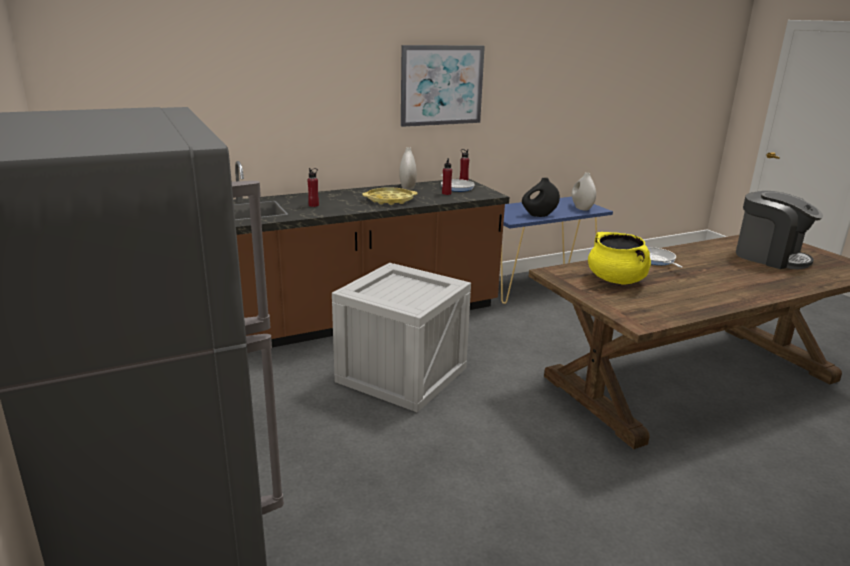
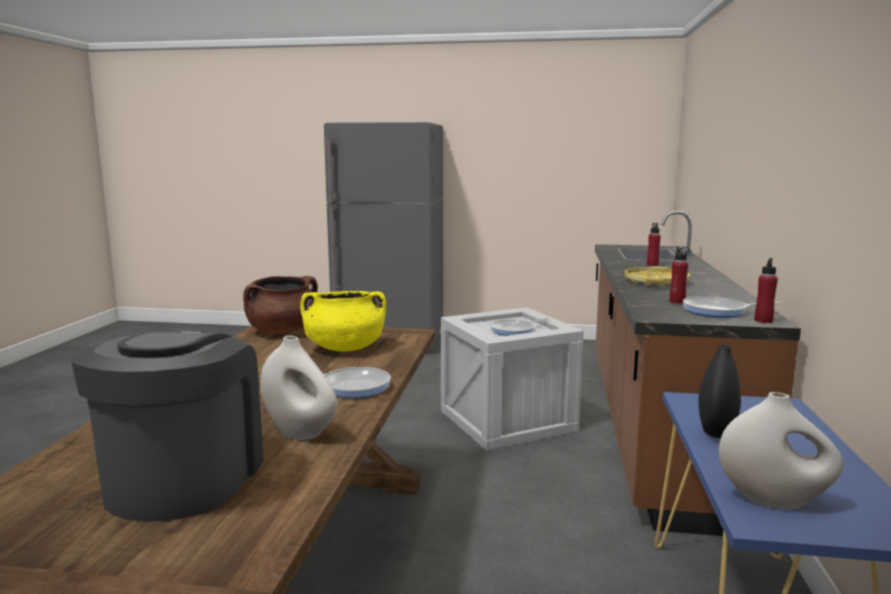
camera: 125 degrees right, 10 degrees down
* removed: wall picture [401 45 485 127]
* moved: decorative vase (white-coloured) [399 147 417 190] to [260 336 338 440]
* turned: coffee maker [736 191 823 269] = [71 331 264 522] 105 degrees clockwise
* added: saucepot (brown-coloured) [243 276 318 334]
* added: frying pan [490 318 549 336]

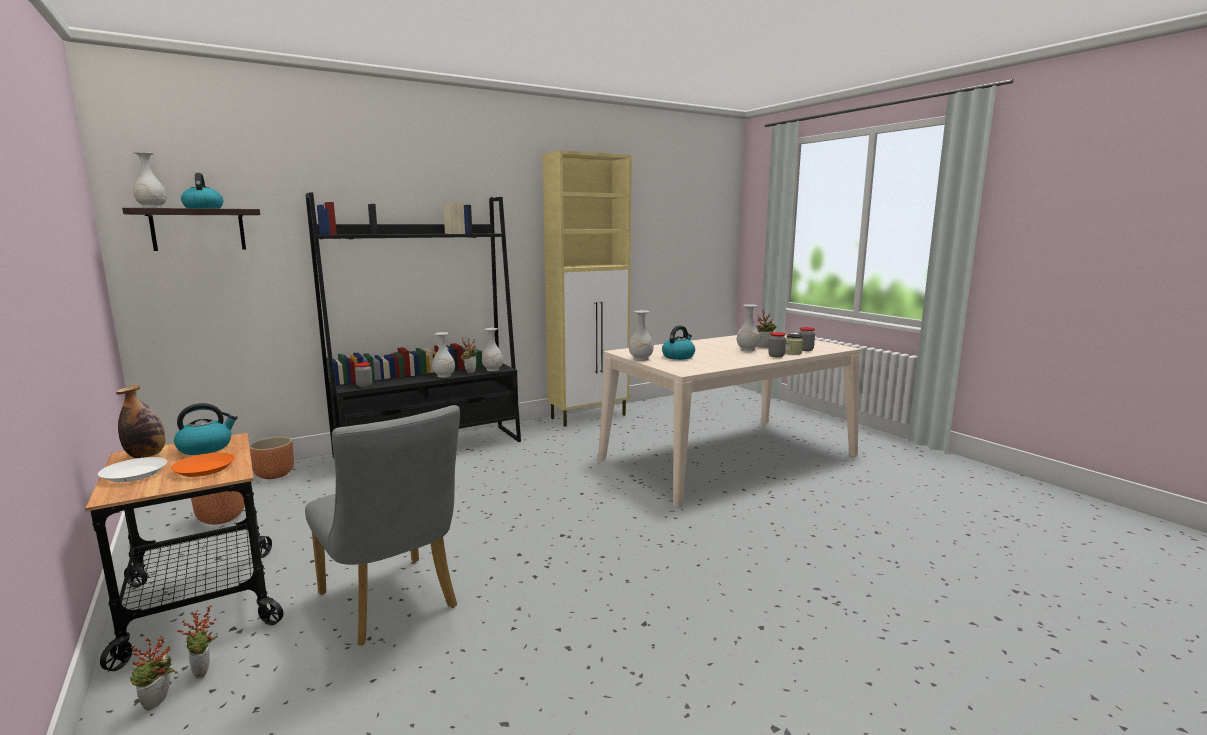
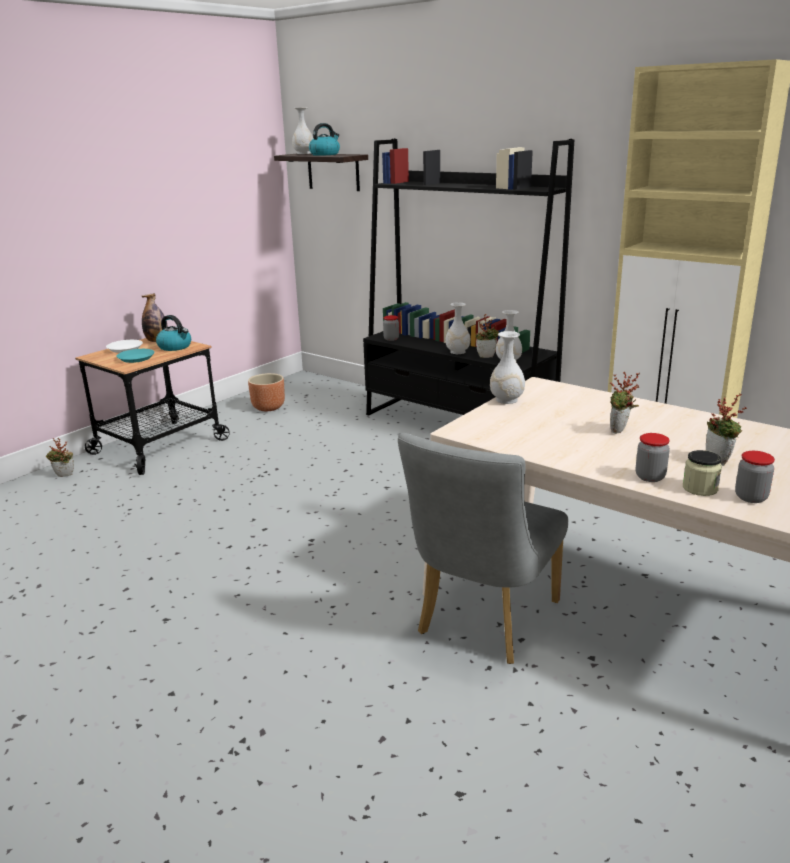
camera: 70 degrees right, 10 degrees up
* removed: decorative vase (white-coloured) [737 304 760 351]
* removed: water kettle [662 325 695 360]
* moved: plain chair (greyish) [305 405 460 645] to [398 433 569 664]
* removed: plant pot (brown-coloured) [249 436 294 479]
* recoloured: plate (orange) [171 453 235 477] to plate (blue-green) [116 349 155 363]
* moved: plant in a pot [177 606 218 679] to [610 371 640 434]

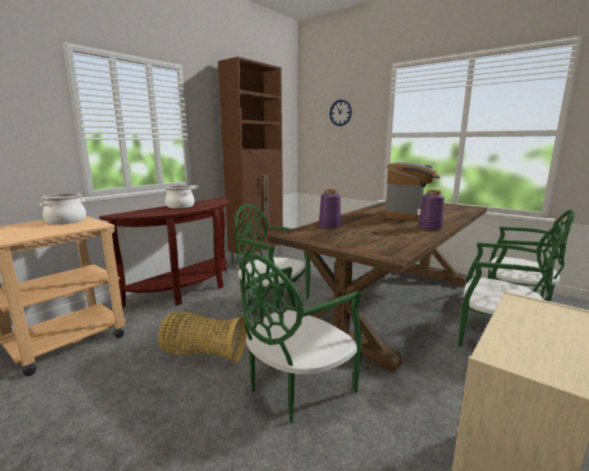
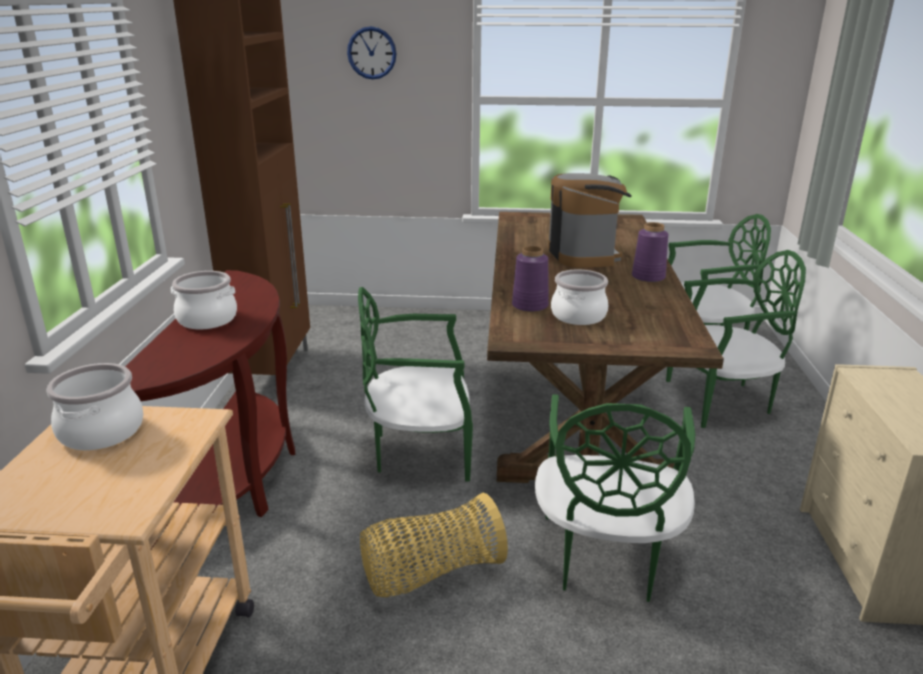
camera: 35 degrees left, 10 degrees up
* added: saucepot [551 270 608 325]

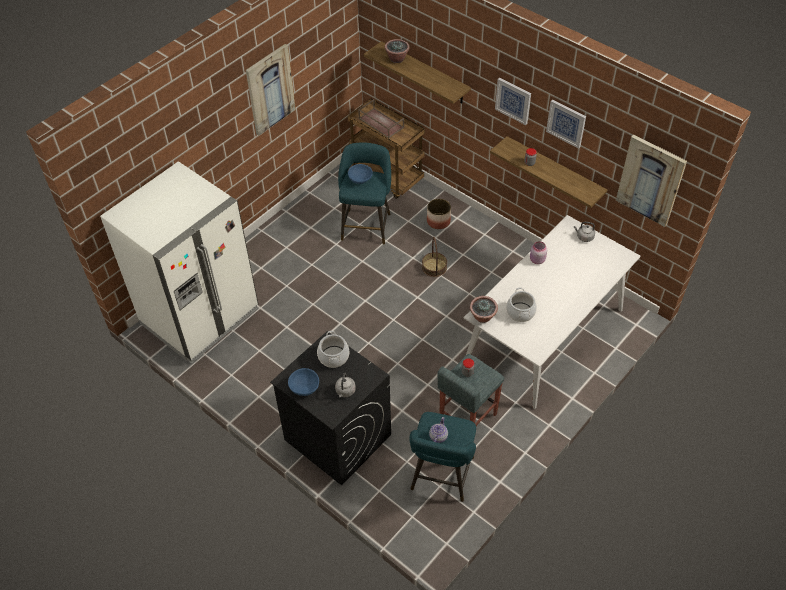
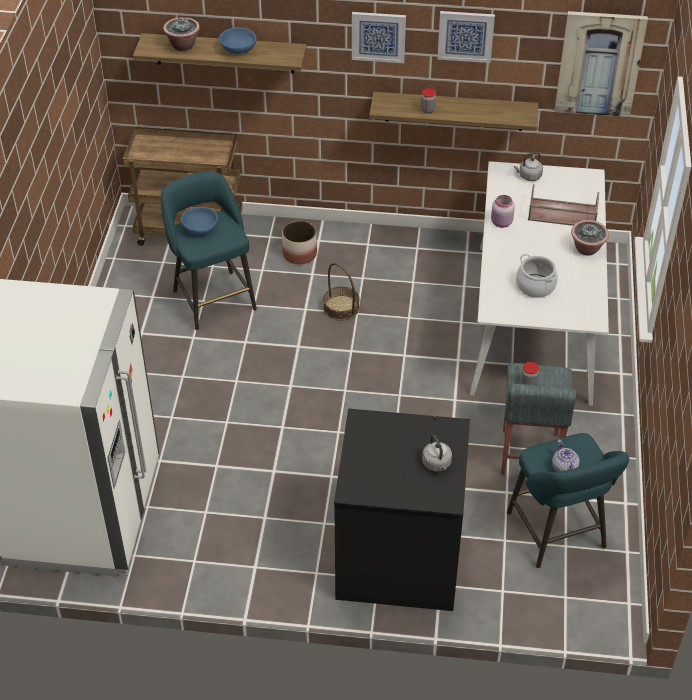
camera: 35 degrees left, 5 degrees down
* removed: wall picture [246 44 296 136]
* moved: carrying tray (brown-coloured) [358 99 404 138] to [528 184 599 226]
* moved: plant in a pot [470 296 498 323] to [571 220 609 256]
* removed: saucepot [317 331 349 368]
* moved: deep dish (bluish) [288 368 319 396] to [219 27 257 54]

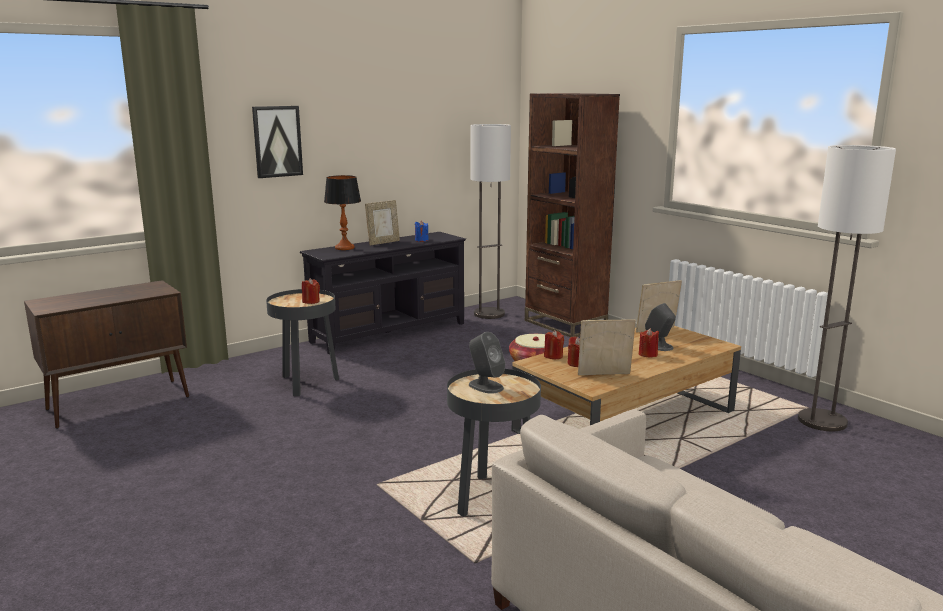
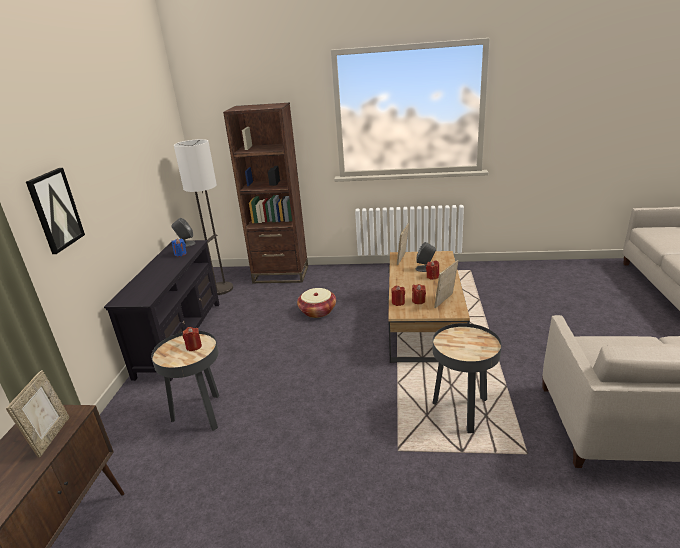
camera: 45 degrees left, 10 degrees up
* removed: standing lamp [798 145 896 431]
* removed: tabletop lamp [324 175 361 250]
* moved: standing frame [365 200 400 245] to [6 370 70 458]
* moved: audio speaker (greyish) [469 332 505 394] to [172 218 195 247]

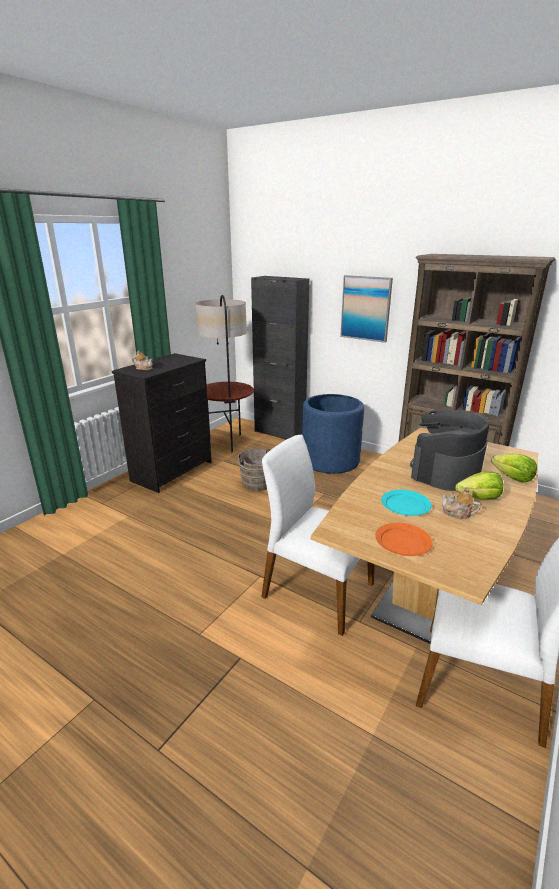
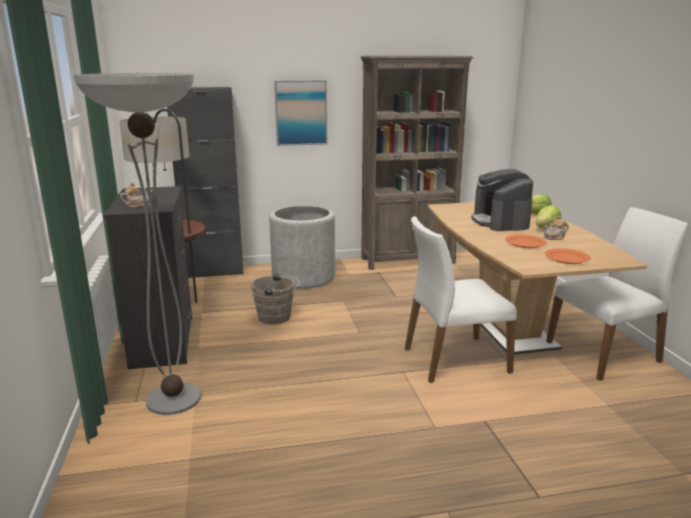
camera: 45 degrees left, 5 degrees down
* recoloured: plant pot (bluish) [302 394 364 474] to plant pot (greyish) [269 206 335 289]
* recoloured: plate (blue-green) [381 490 432 516] to plate (orange) [505 235 547 248]
* added: standing lamp [73 73 201 415]

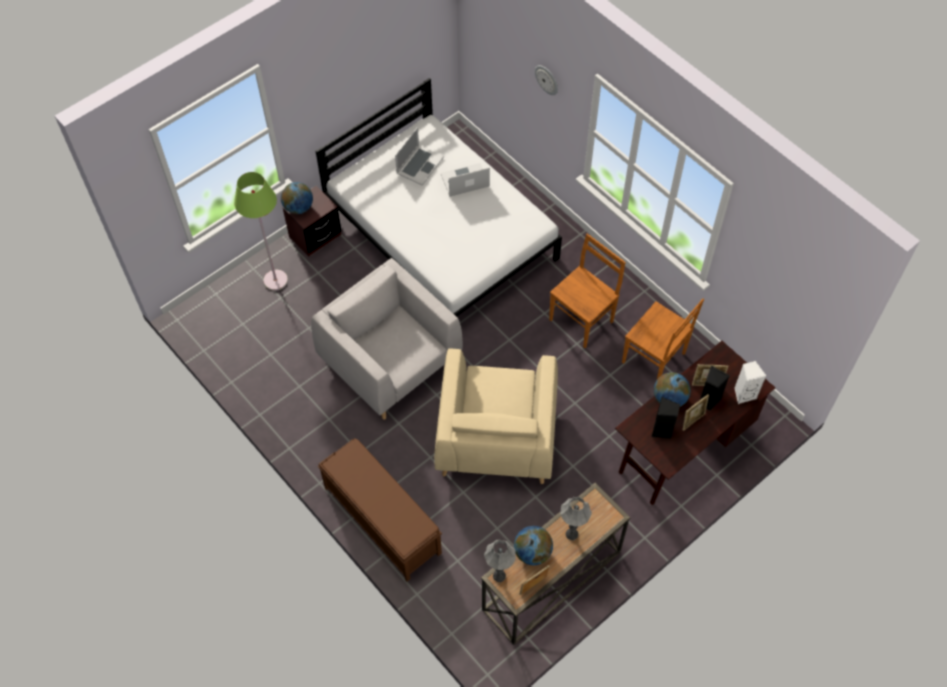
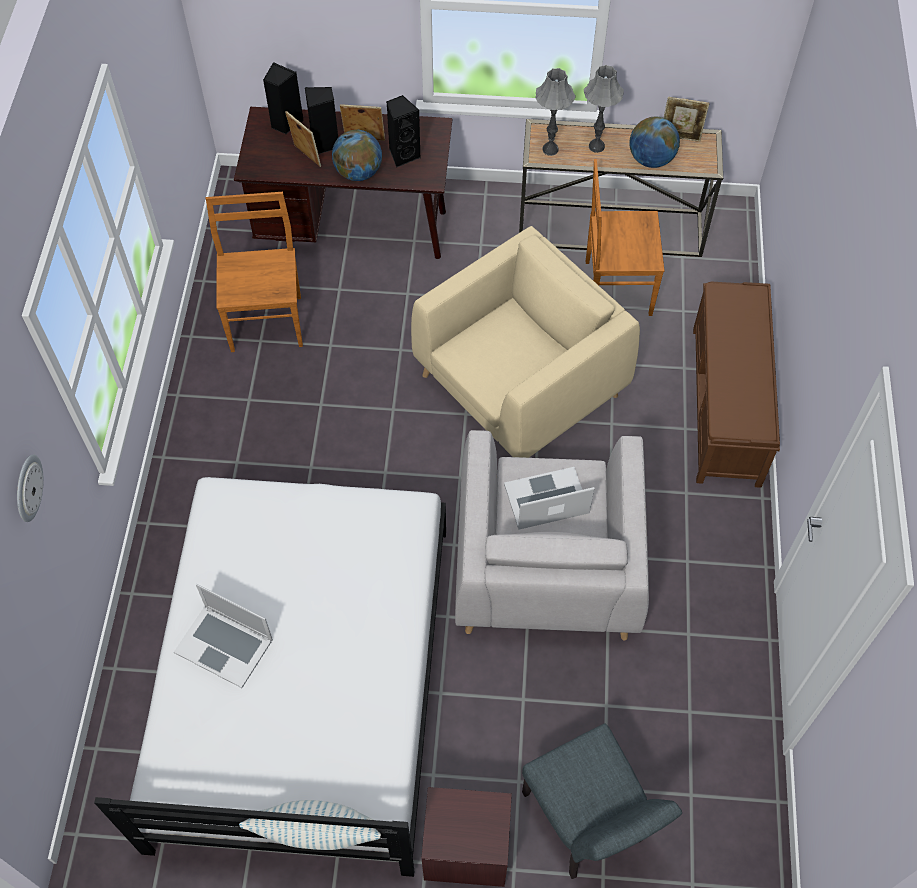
camera: 135 degrees left, 0 degrees up
* moved: laptop [395 127 444 186] to [504 467 594 530]
* replaced: standing lamp (green) [234 172 288 291] to plain chair (greyish) [522 724 682 879]
* removed: world globe [281 182 313 214]
* moved: plain chair (brown-coloured) [549 234 626 348] to [586 159 665 316]
* recoloured: audio speaker (white-coloured) [734 361 766 404] to audio speaker (black) [263 62 304 134]
* moved: tabletop lamp (greyish) [484 540 516 582] to [536 68 576 156]
* added: throw pillow [239 800 381 850]

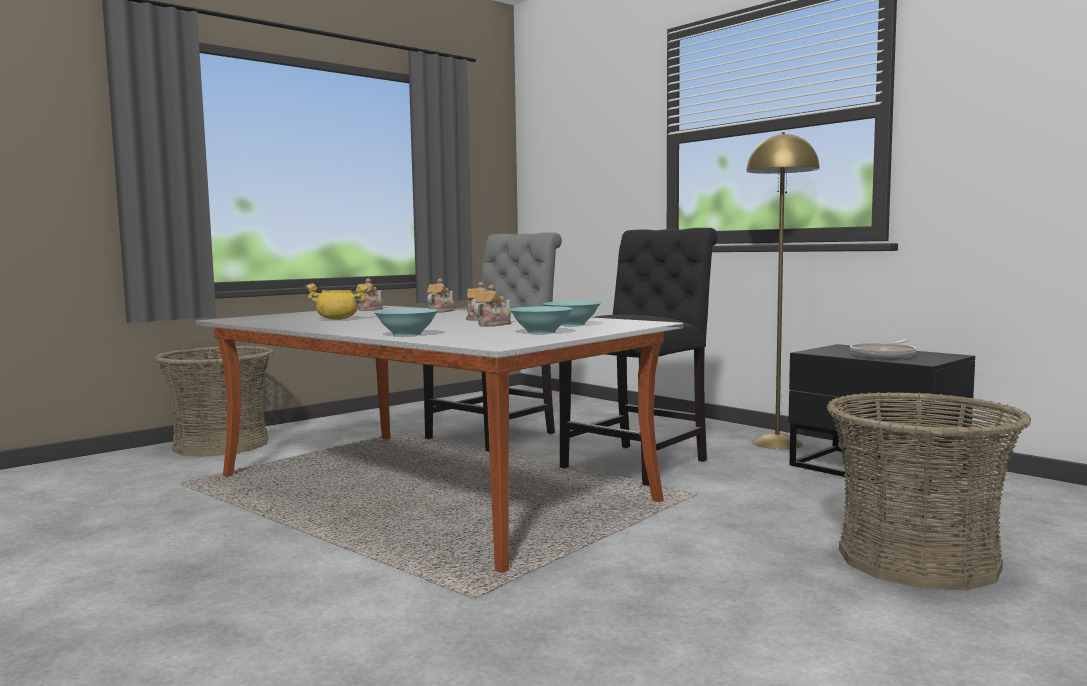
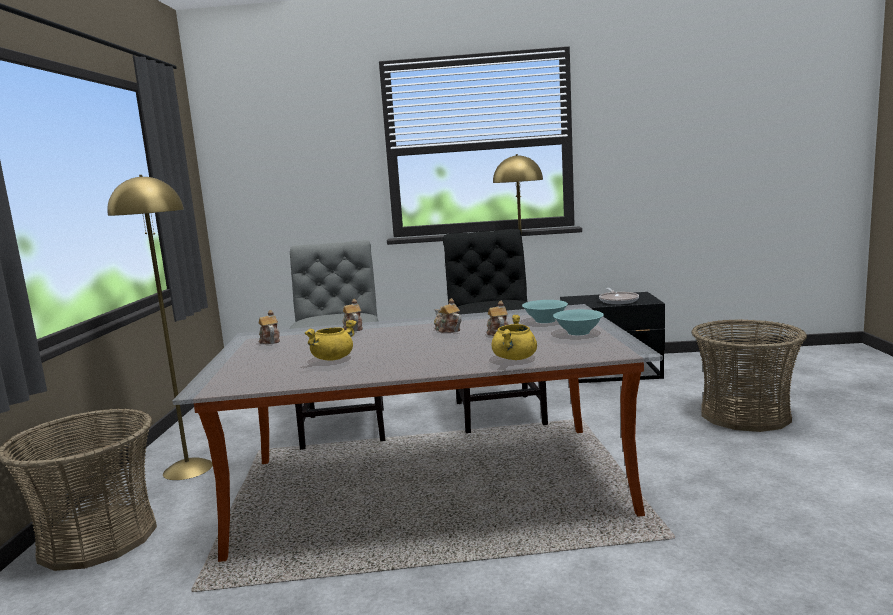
camera: 45 degrees left, 5 degrees up
* replaced: deep dish (blue-green) [374 308 439 336] to saucepot (yellowish) [491 315 537 360]
* added: standing lamp (yellowish) [107 175 213 480]

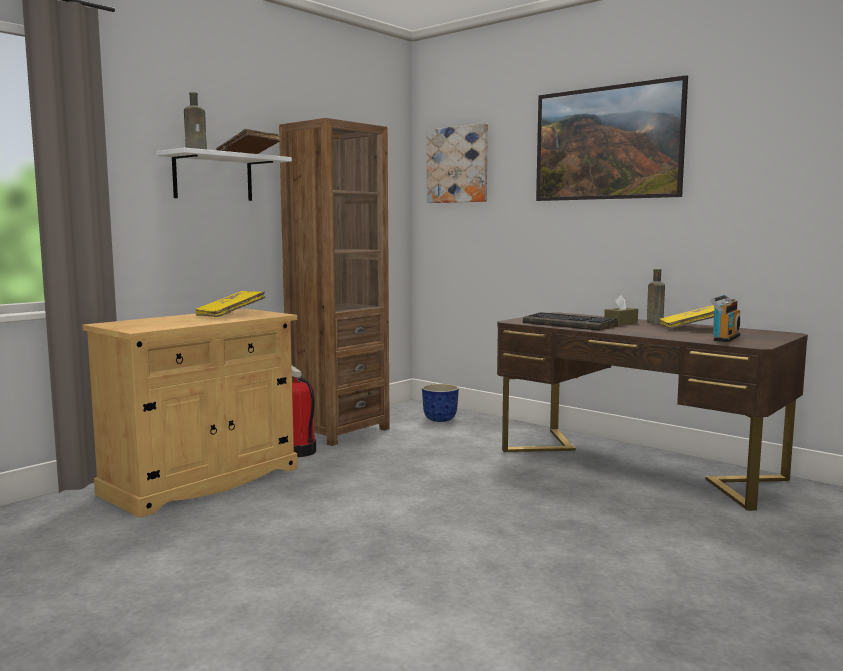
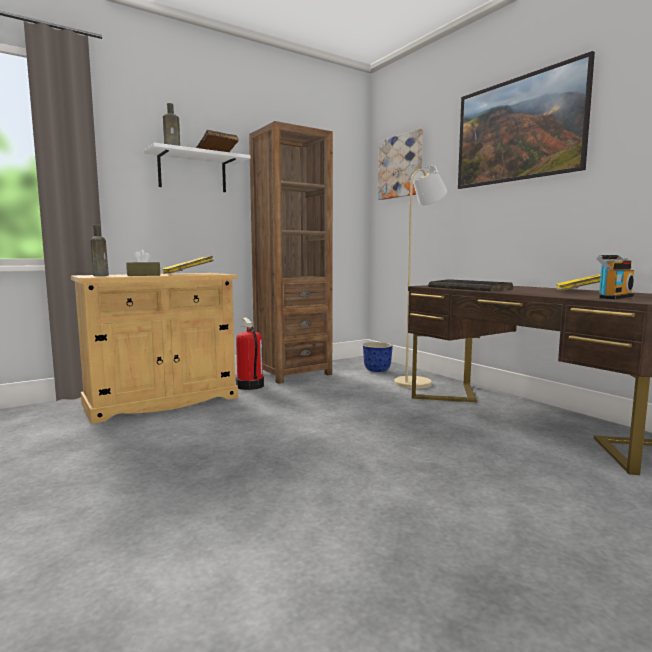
camera: 15 degrees right, 0 degrees up
* moved: bottle (brown-coloured) [647 269 665 324] to [90 225 109 276]
* moved: box of tissues (brown-coloured) [604 295 638 326] to [126 250 160 276]
* added: standing lamp (sand-coloured) [395 166 447 389]

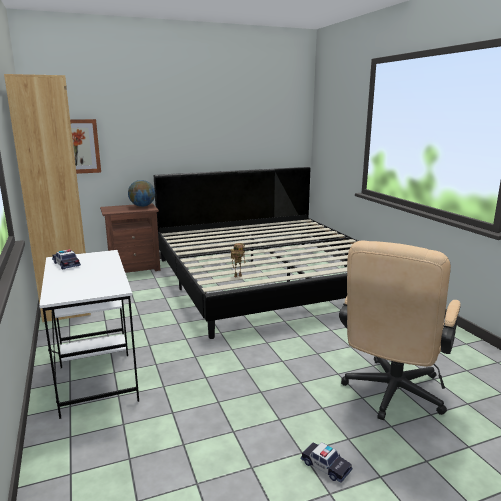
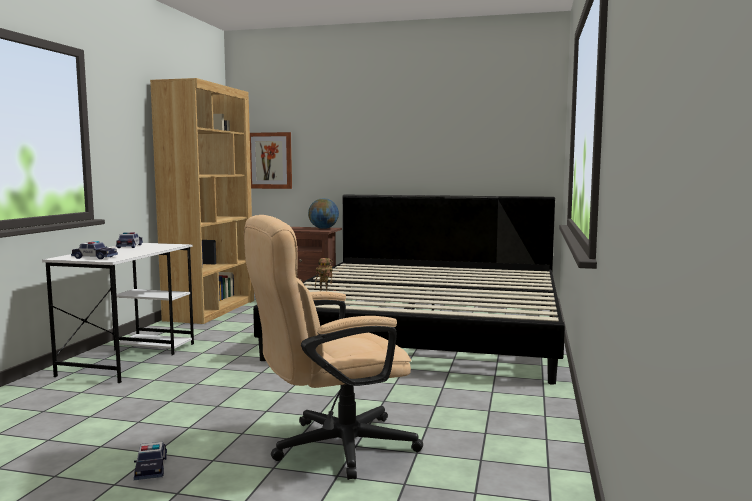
camera: 35 degrees right, 10 degrees down
* added: toy car [71 241 118 259]

